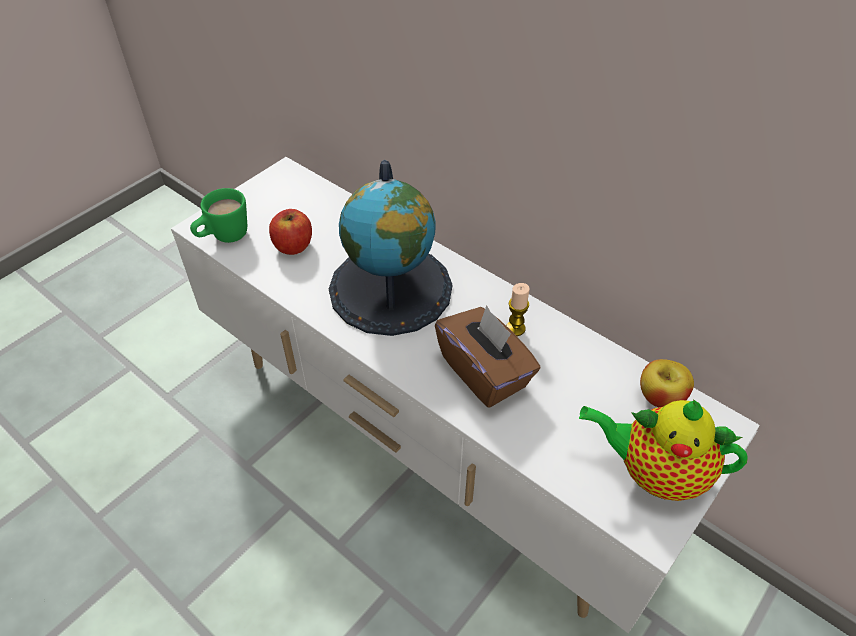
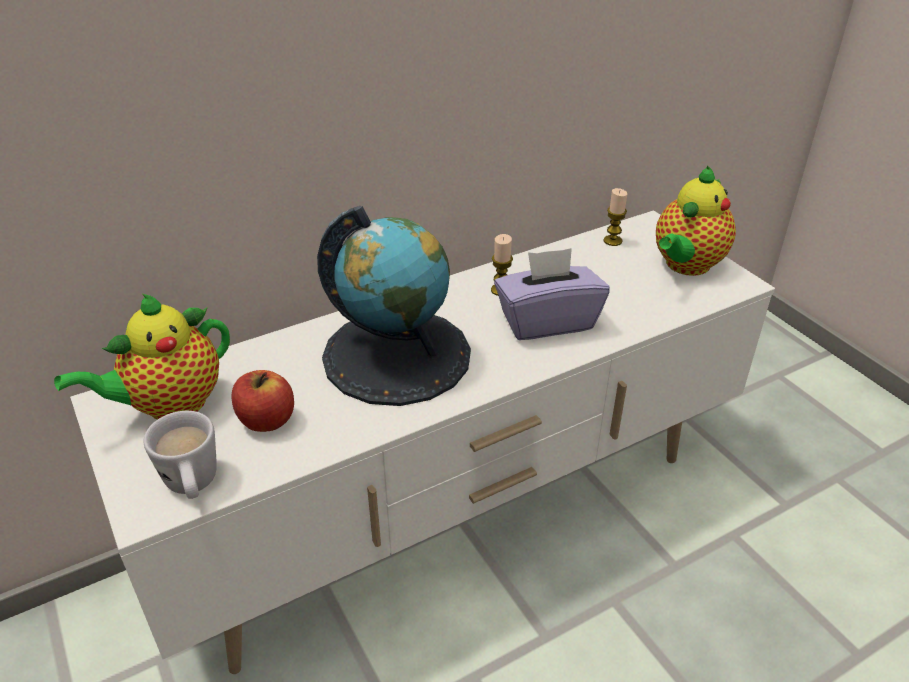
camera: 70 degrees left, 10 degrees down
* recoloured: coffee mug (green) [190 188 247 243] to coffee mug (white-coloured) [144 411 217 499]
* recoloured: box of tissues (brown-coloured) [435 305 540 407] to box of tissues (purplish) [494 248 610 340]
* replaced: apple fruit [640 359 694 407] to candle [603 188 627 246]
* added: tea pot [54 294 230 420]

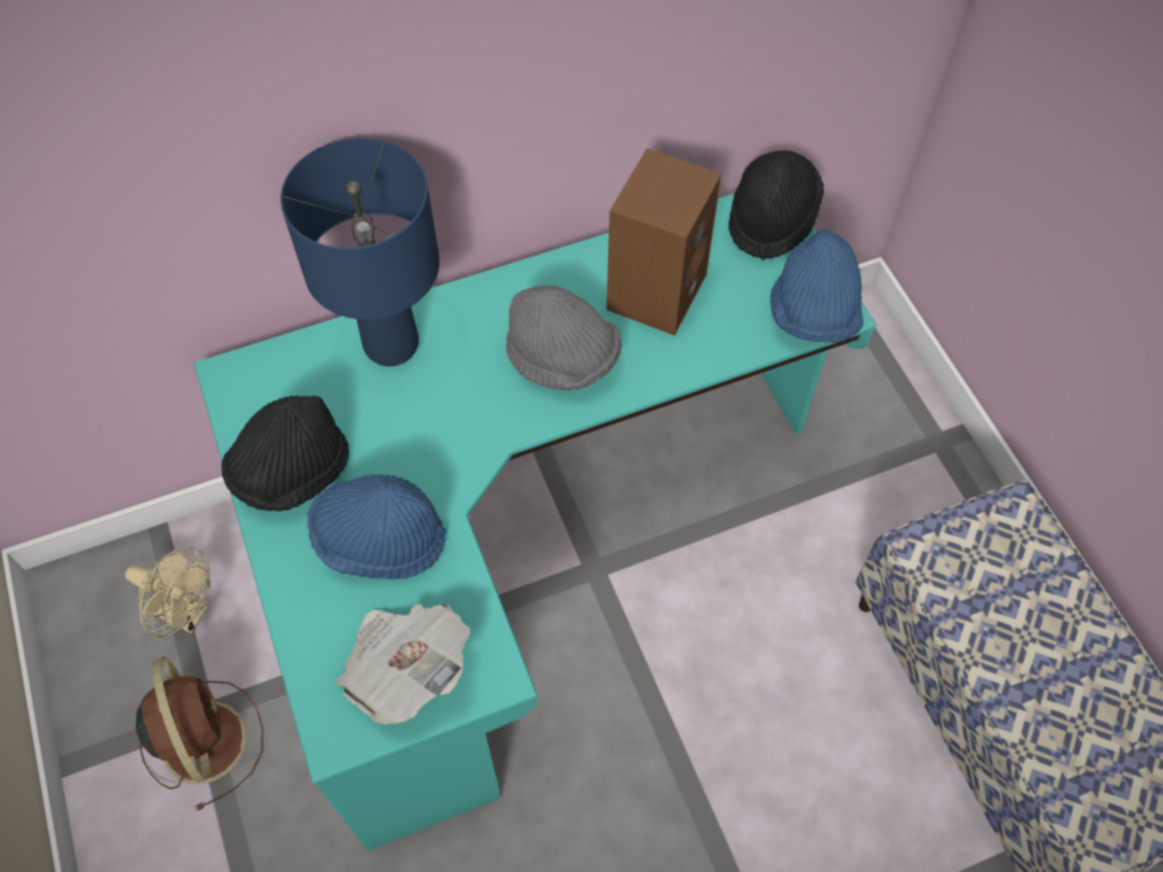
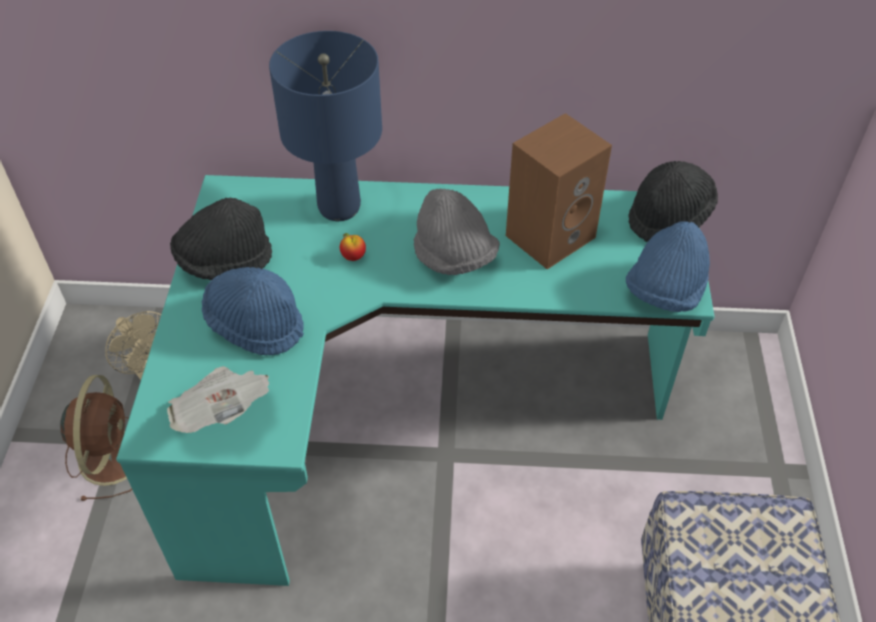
camera: 25 degrees right, 10 degrees down
* added: apple fruit [340 233 366 261]

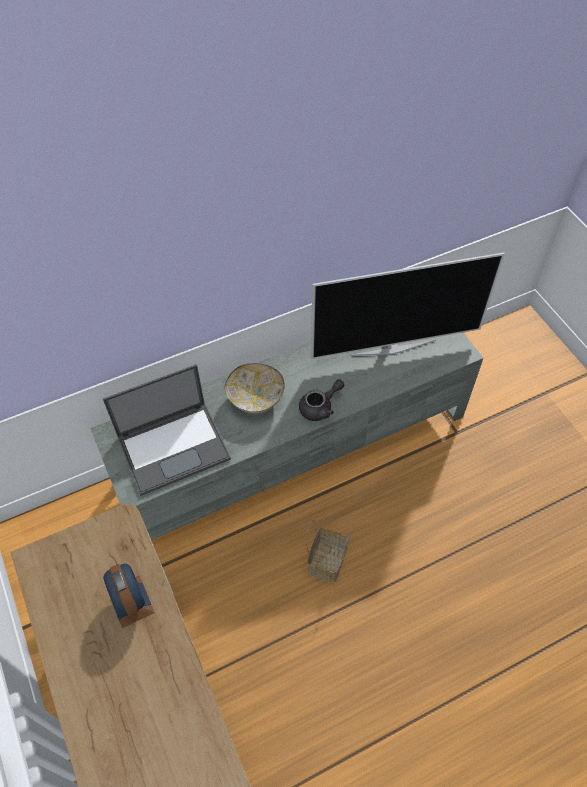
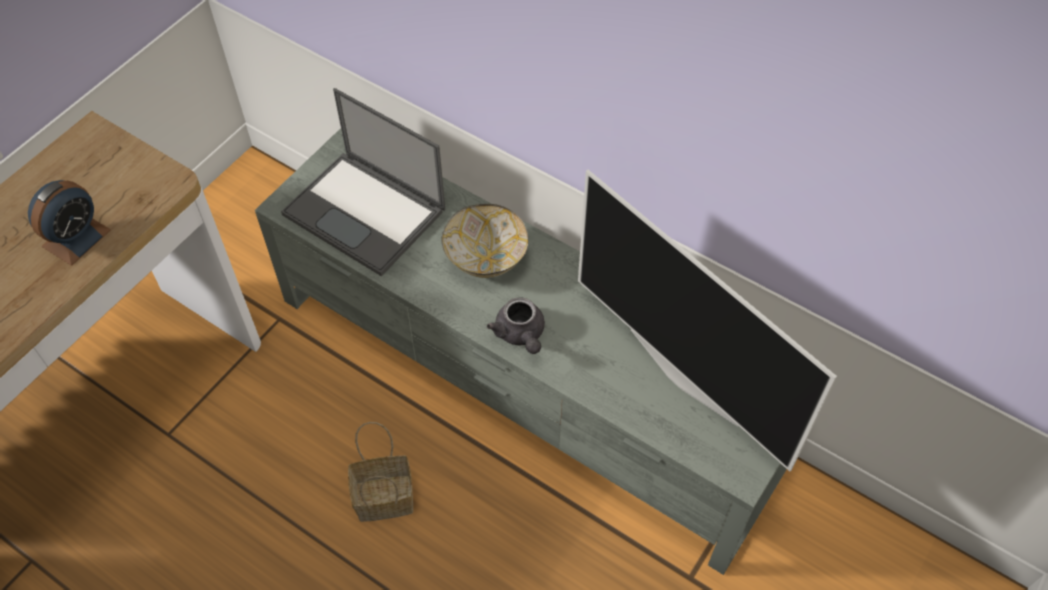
camera: 60 degrees right, 0 degrees up
* turned: tea pot (greyish) [299 379 344 421] = [487 297 545 354] 45 degrees clockwise

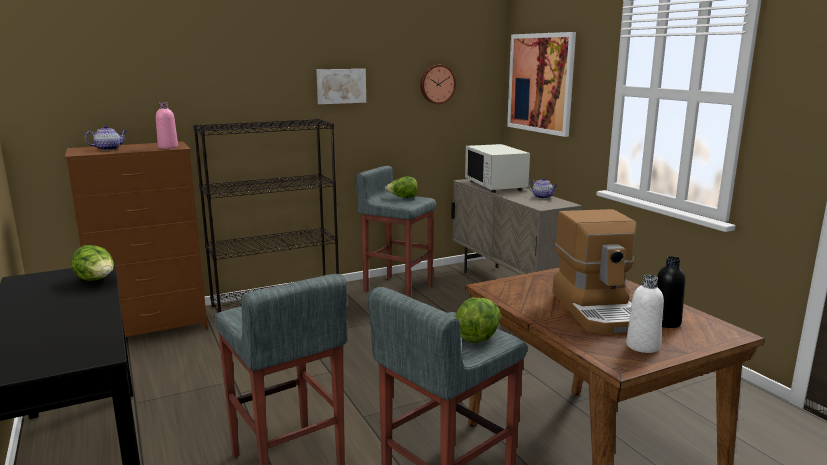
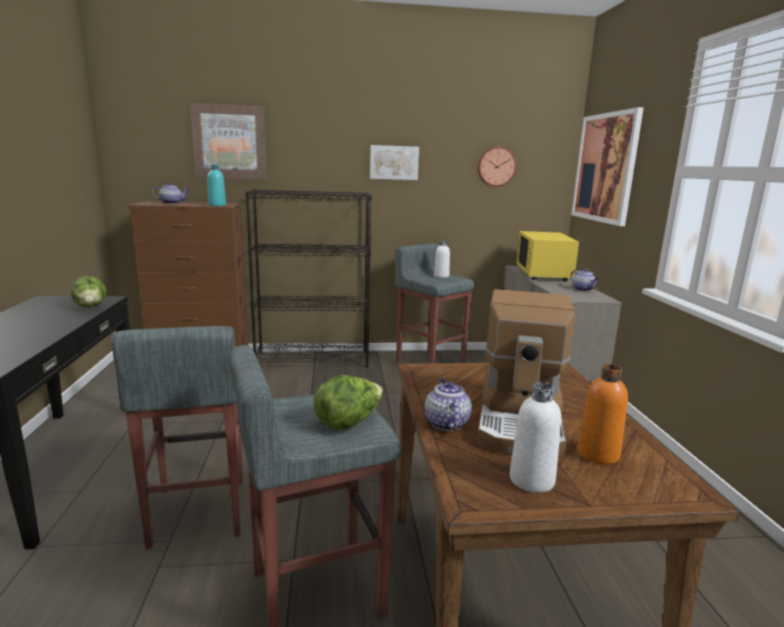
camera: 20 degrees right, 0 degrees up
* recoloured: bottle (pinkish) [156 102 178 149] to bottle (blue-green) [208 165 226 206]
* recoloured: microwave (white-coloured) [465 144 530 193] to microwave (yellowish) [516 231 579 281]
* replaced: head of lettuce [385 177 418 198] to bottle (white-coloured) [434 240 450 278]
* recoloured: bottle (black) [657 256 685 328] to bottle (orange) [577 364 628 465]
* added: wall picture [190 103 267 180]
* added: tea pot [425 378 472 431]

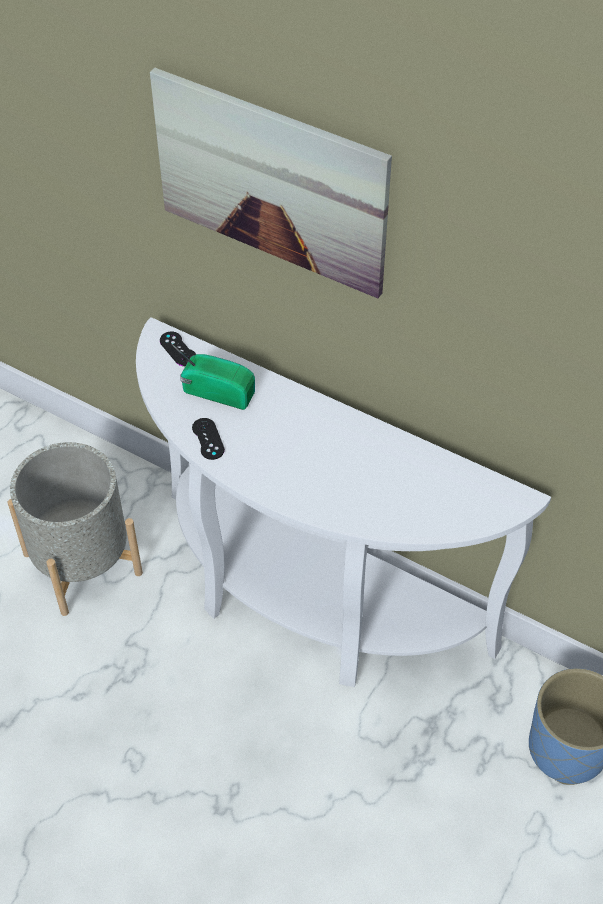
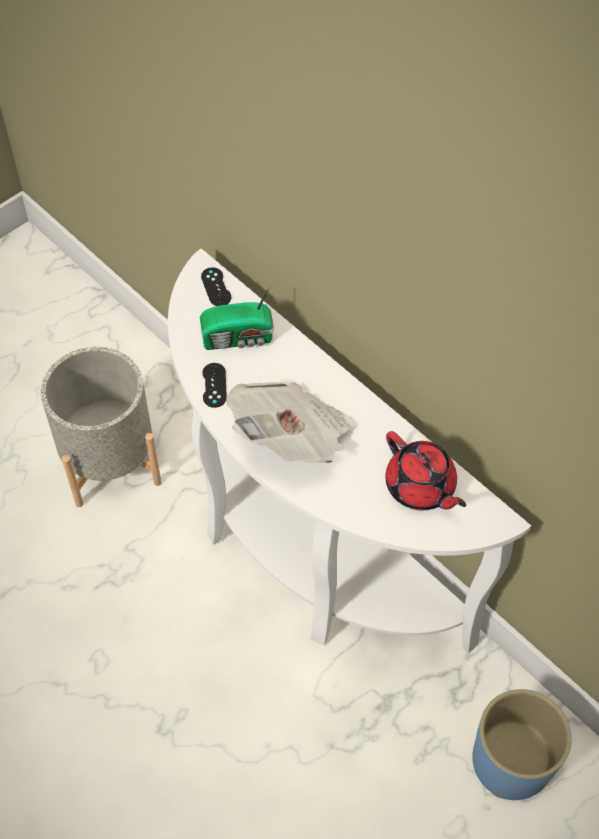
camera: 15 degrees right, 5 degrees up
* removed: wall picture [150 68 392 298]
* turned: radio set [172 344 255 410] = [200 278 274 350] 135 degrees clockwise
* added: newspaper [226 382 355 464]
* added: tea pot (reddish) [385 431 466 510]

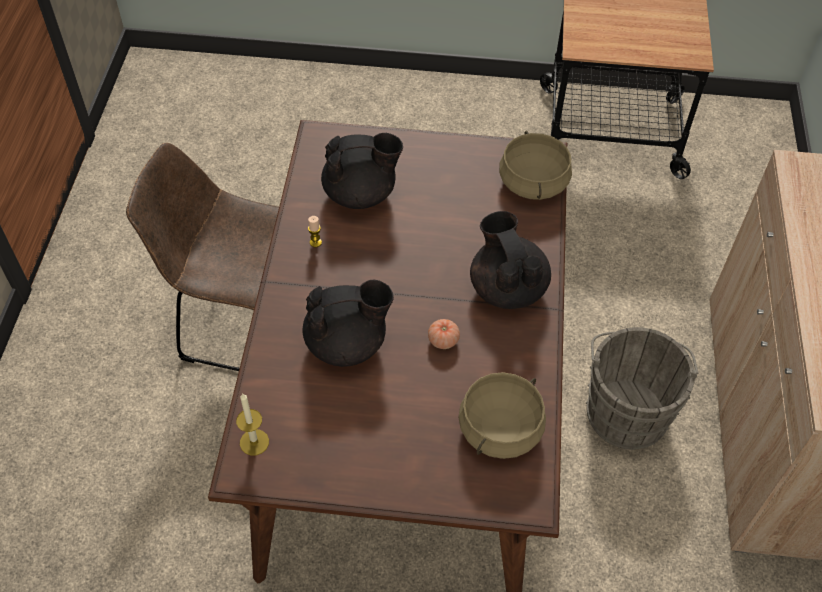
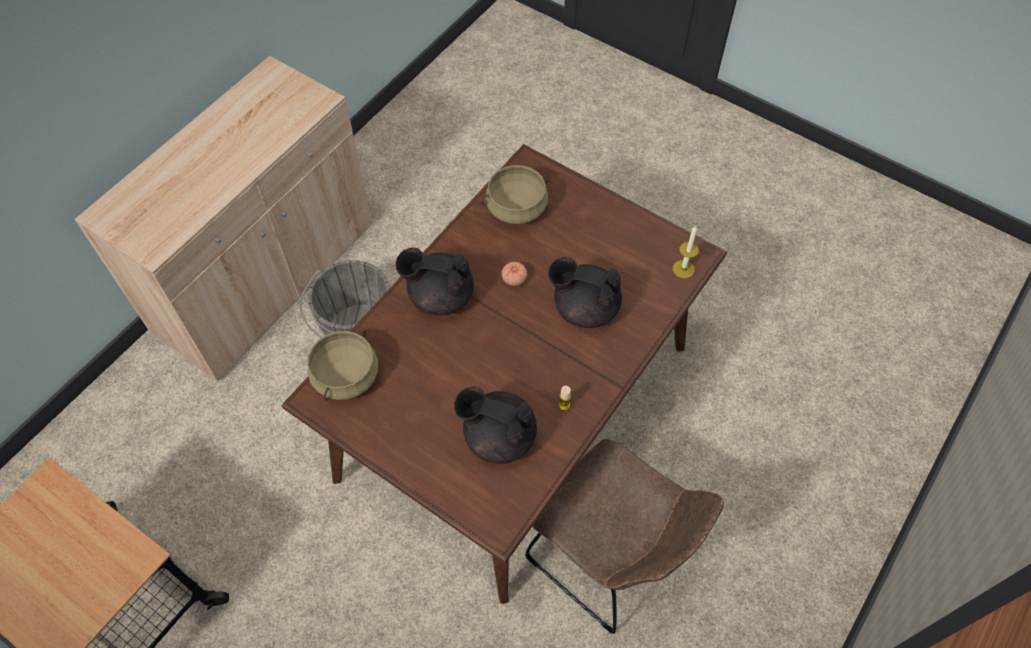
camera: 150 degrees left, 5 degrees up
* turned: tea pot (black) [470 211 551 309] = [396 248 474 315] 90 degrees clockwise

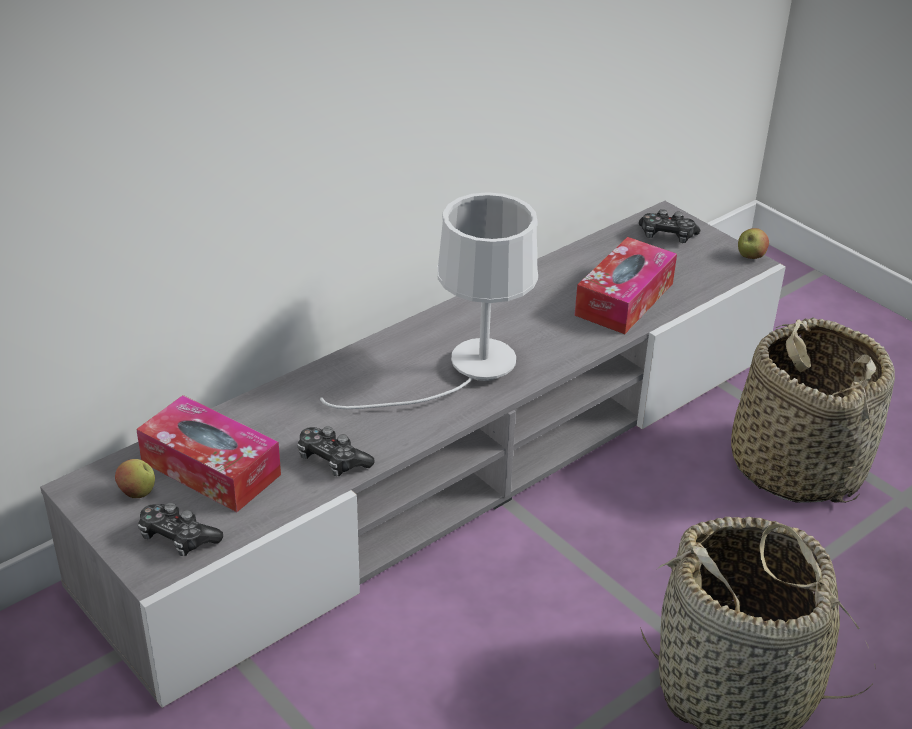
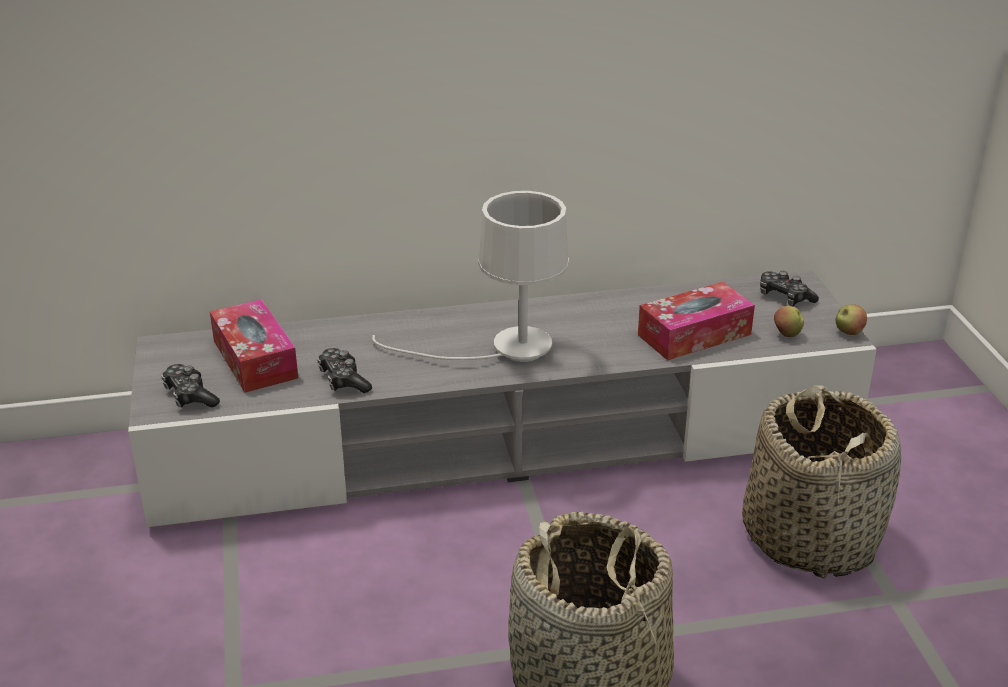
camera: 30 degrees right, 5 degrees down
* moved: apple fruit [115 459 155 498] to [774 306 804 337]

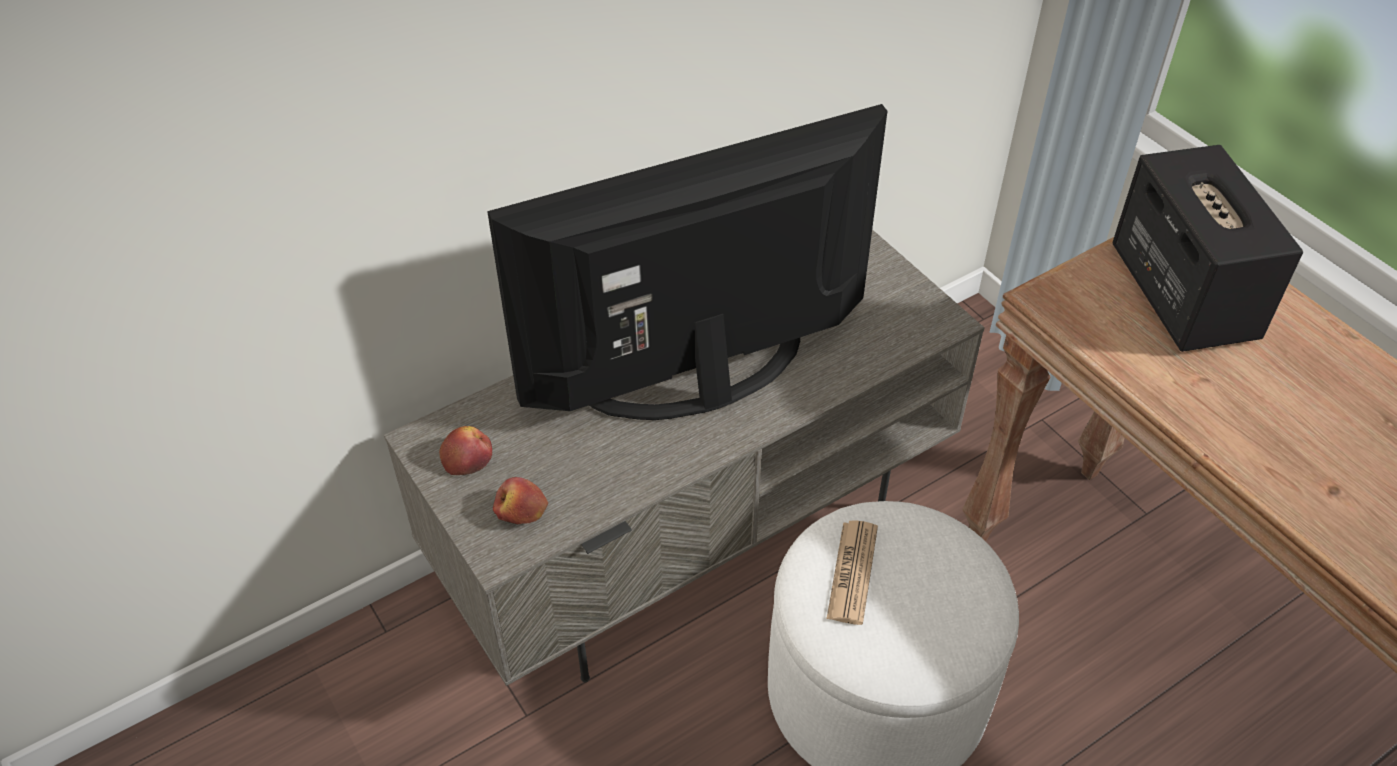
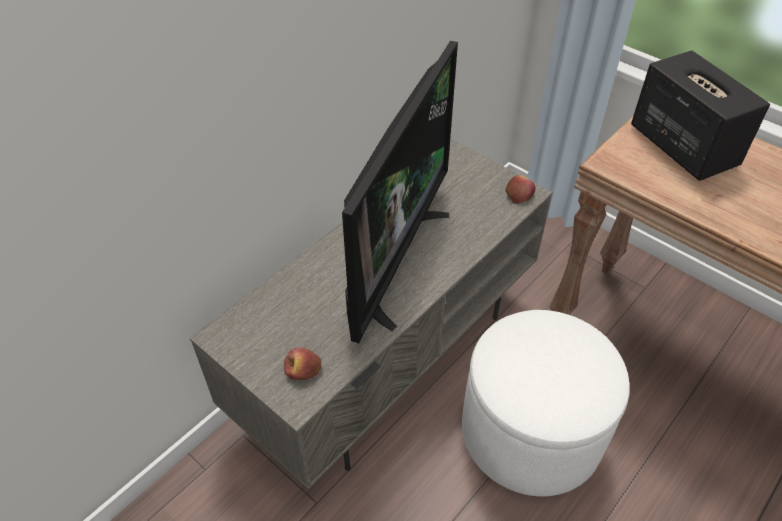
camera: 15 degrees left, 0 degrees up
* turned: TV set [487 104 887 420] = [342 41 458 343] 150 degrees clockwise
* moved: apple fruit [439 426 492 475] to [505 175 536 204]
* removed: newspaper [827 520 878 625]

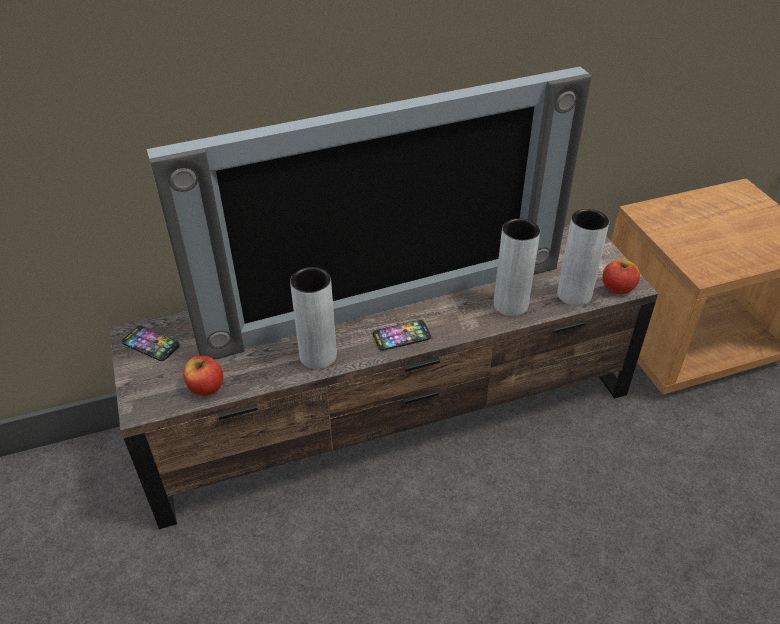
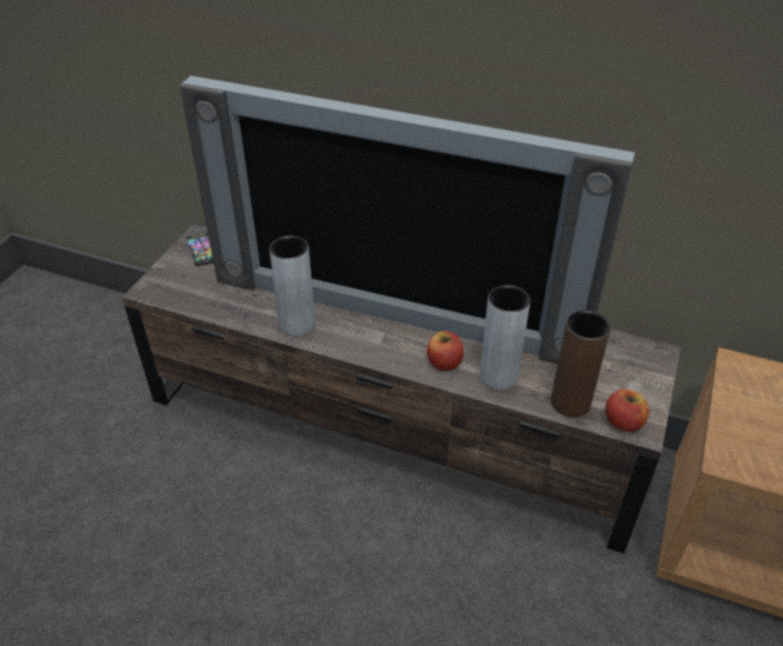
camera: 40 degrees right, 0 degrees up
* recoloured: decorative vase (greyish) [557 209 609 306] to decorative vase (brown-coloured) [551 310 611 417]
* removed: telephone [373 320 431 351]
* moved: apple fruit [183 356 223 396] to [427 331 464 371]

